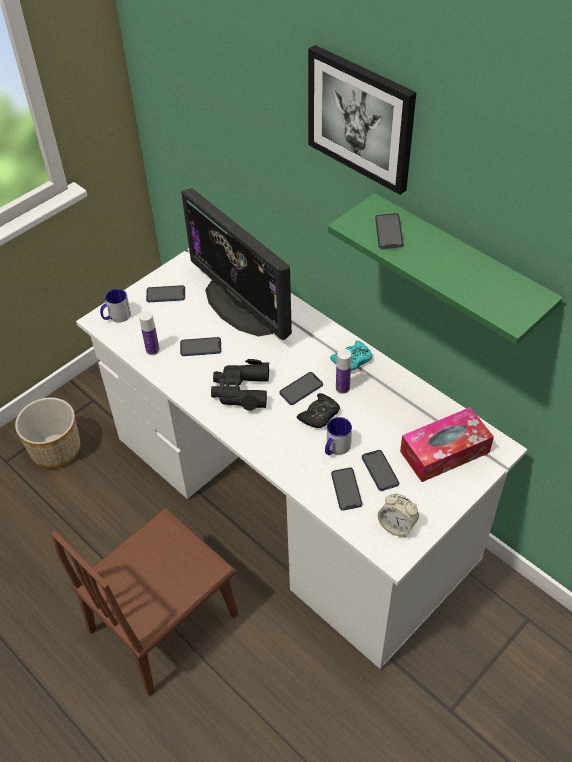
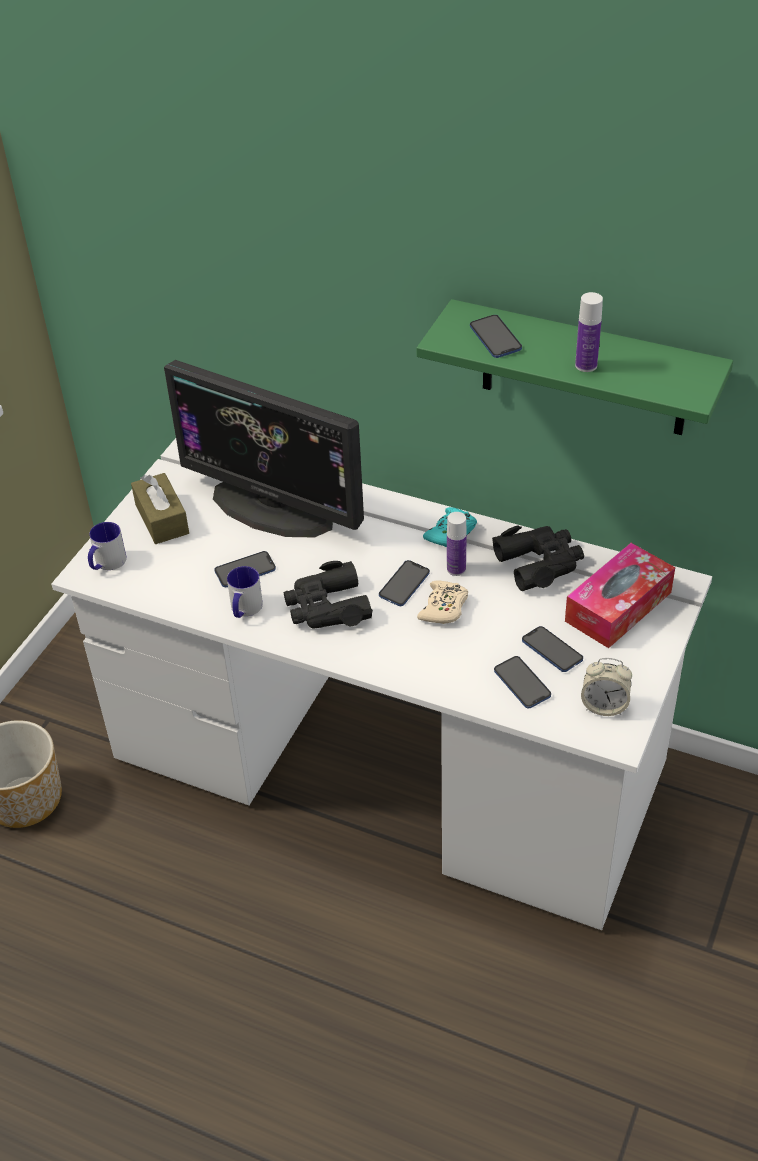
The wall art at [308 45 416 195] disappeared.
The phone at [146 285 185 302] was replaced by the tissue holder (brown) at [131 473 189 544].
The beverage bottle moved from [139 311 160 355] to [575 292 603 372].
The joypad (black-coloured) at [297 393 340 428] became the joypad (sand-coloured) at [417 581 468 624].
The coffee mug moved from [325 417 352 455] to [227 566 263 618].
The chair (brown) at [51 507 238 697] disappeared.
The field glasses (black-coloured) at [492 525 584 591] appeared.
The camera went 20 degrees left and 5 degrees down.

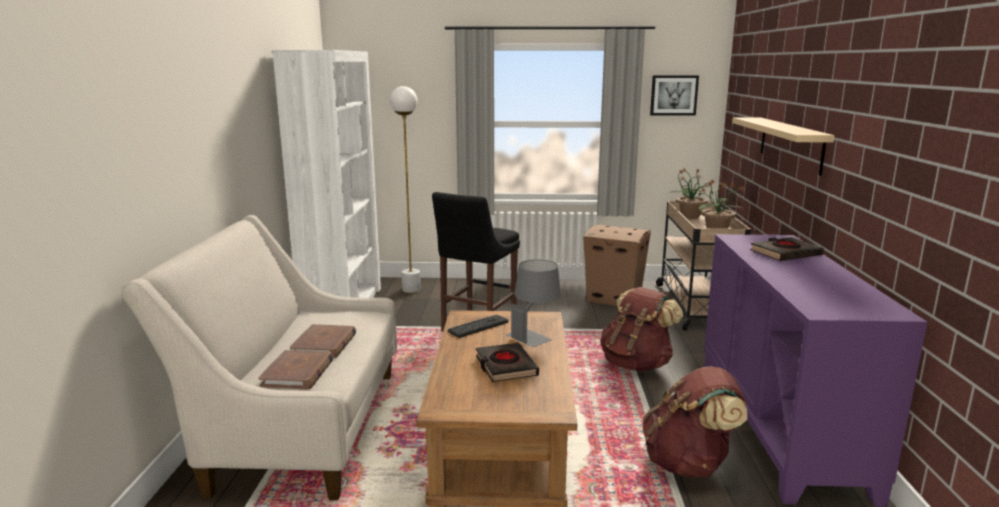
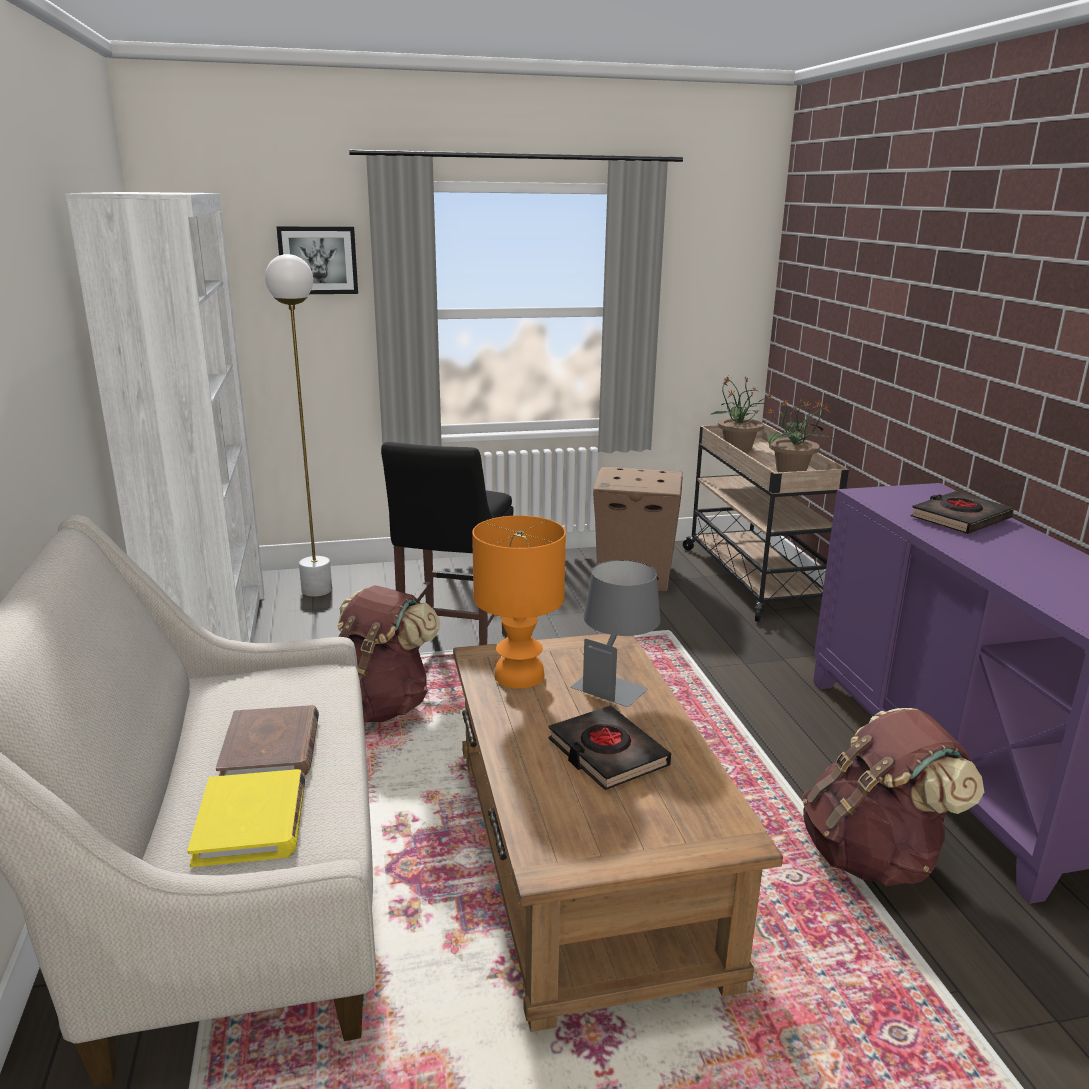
The wall art moved from [650 75 699 116] to [277 226 358 294].
The shelf (sand-coloured) at [732 117 835 176] disappeared.
The backpack (brown) moved from [600 287 683 372] to [338 585 440 723].
The computer keyboard at [448 315 508 338] was replaced by the table lamp (orange-coloured) at [472 515 566 688].
The volume (brown) at [258 350 333 389] became the volume (yellow-coloured) at [188 769 305 867].
The camera went 15 degrees left and 5 degrees up.

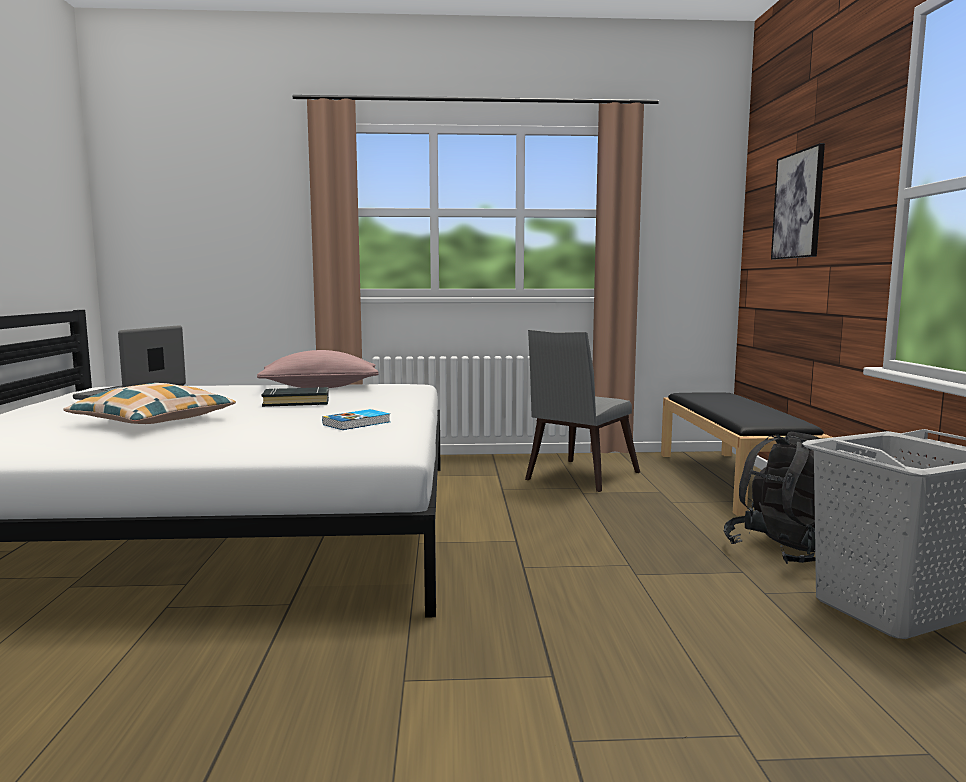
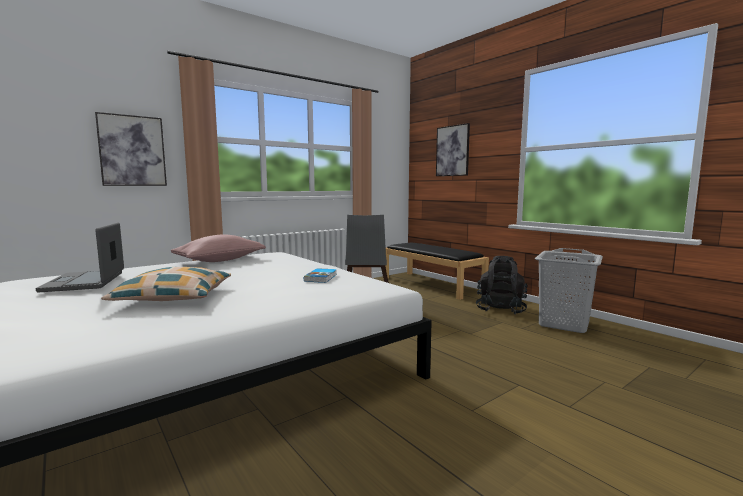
The volume (black-coloured) at [262 387 329 407] disappeared.
The wall art at [95 112 167 186] appeared.
The camera went 35 degrees left and 0 degrees up.

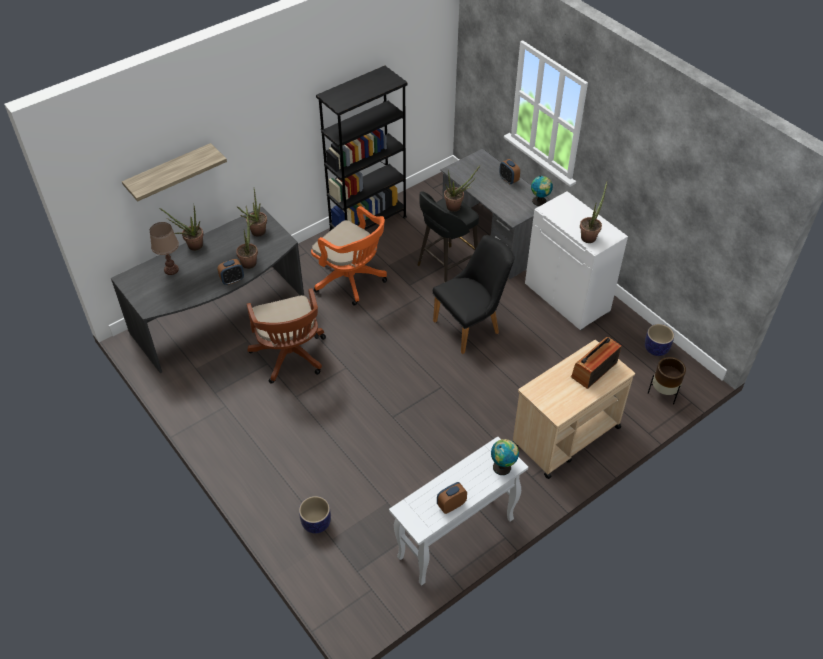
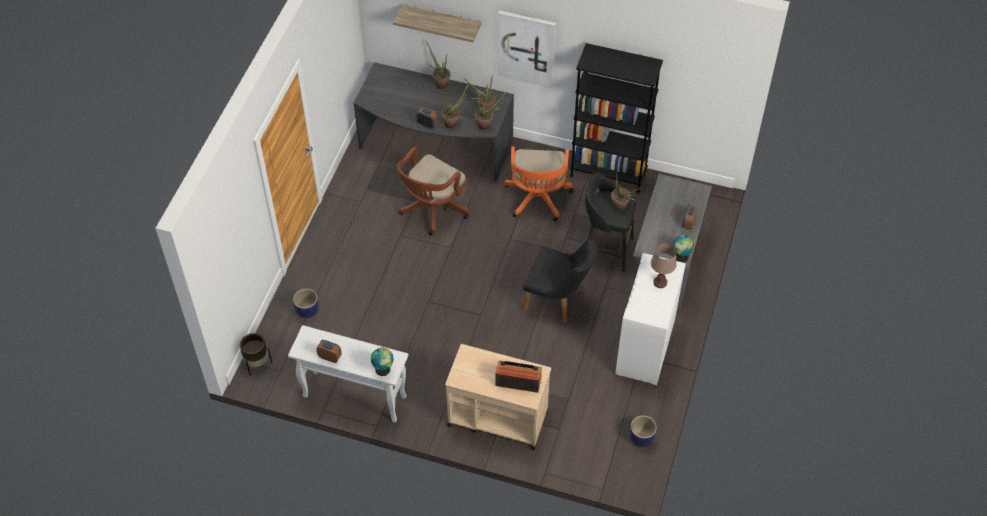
The houseplant moved from [580 181 607 243] to [475 91 507 130].
The table lamp (brown) moved from [150 222 179 275] to [651 243 677 288].
The planter (brown) moved from [648 357 686 405] to [240 333 272 375].
The wall art at [498 10 556 88] appeared.
The camera went 55 degrees right and 5 degrees up.

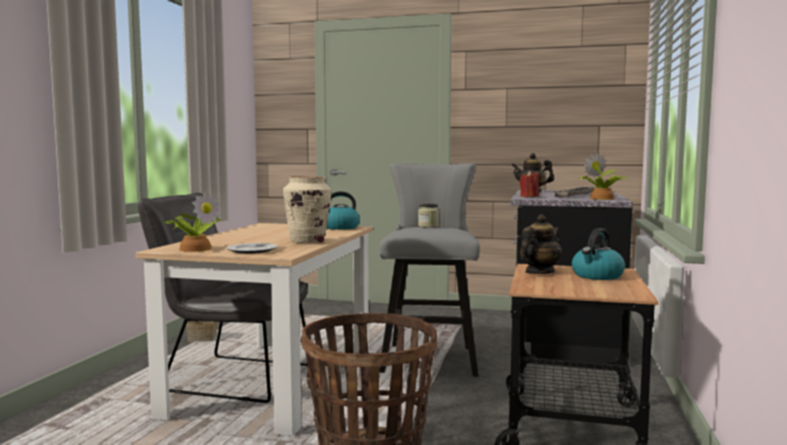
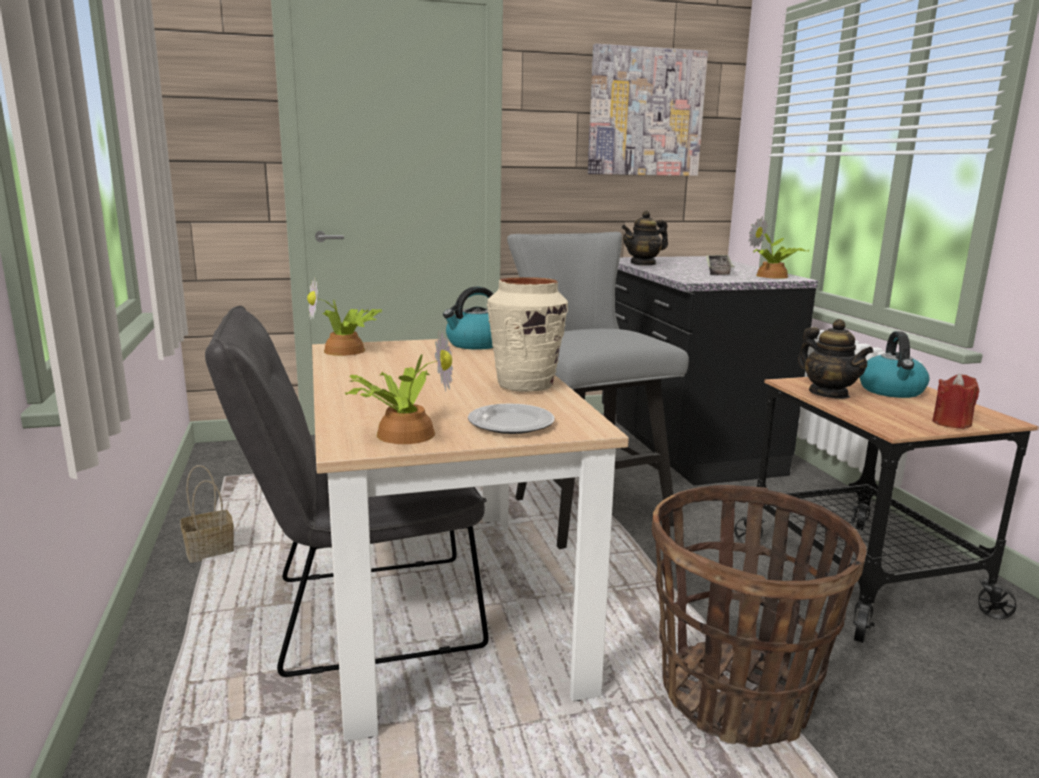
The wax candle (red) moved from [519 171 539 197] to [932 373 979 429].
The jar at [418 204 439 228] disappeared.
The tea pot at [520 214 562 274] turned 135 degrees clockwise.
The wall art at [588 44 708 176] appeared.
The houseplant at [307 277 382 356] appeared.
The camera went 30 degrees left and 10 degrees up.

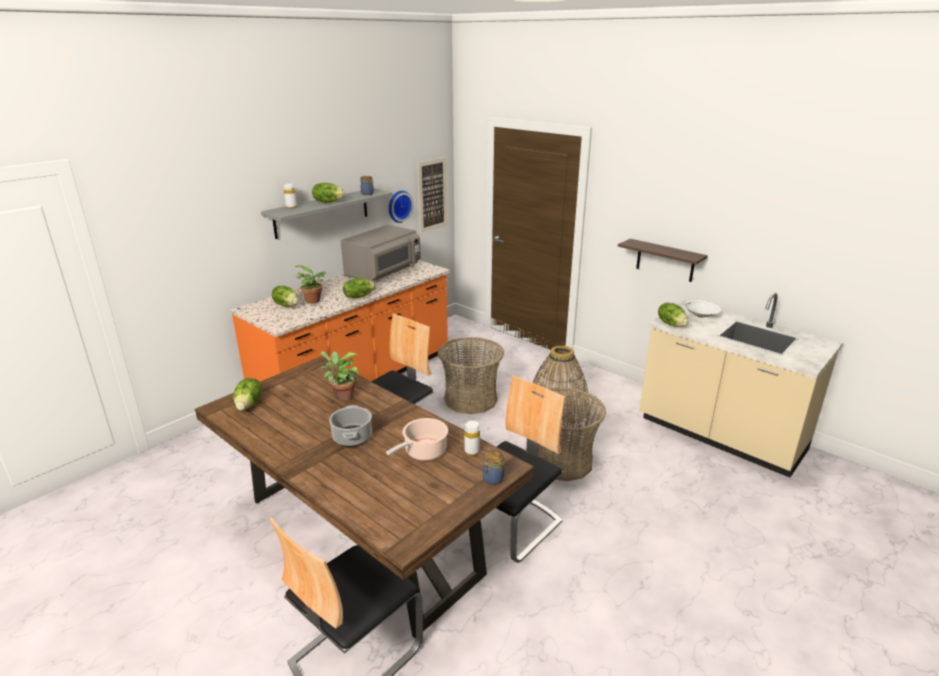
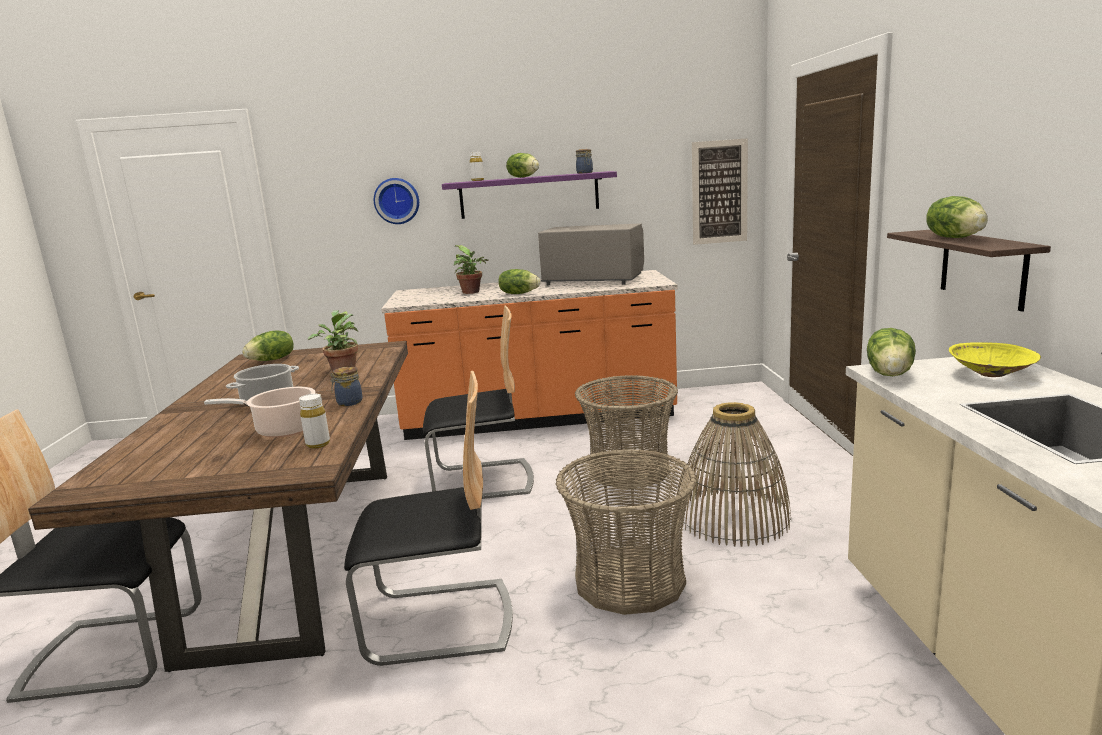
The shelf (greyish) at [261 188 393 239] became the shelf (purple) at [442 171 617 219].
The hanging clock moved from [389 191 414 223] to [374 178 419 224].
The microwave oven (greyish) at [341 225 421 282] turned 150 degrees counterclockwise.
The head of lettuce moved from [272 286 299 307] to [926 196 988 238].
The serving bowl (white) at [684 300 721 317] became the serving bowl (yellow-coloured) at [949 342 1041 377].
The jar moved from [483 450 504 485] to [330 367 362 406].
The camera went 45 degrees right and 10 degrees down.

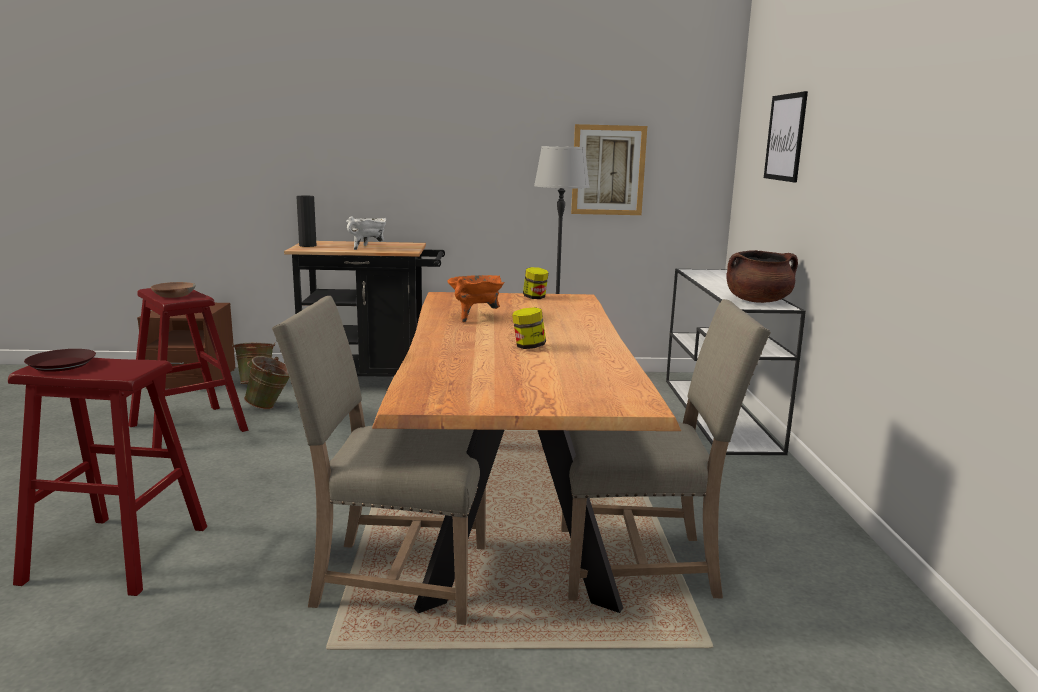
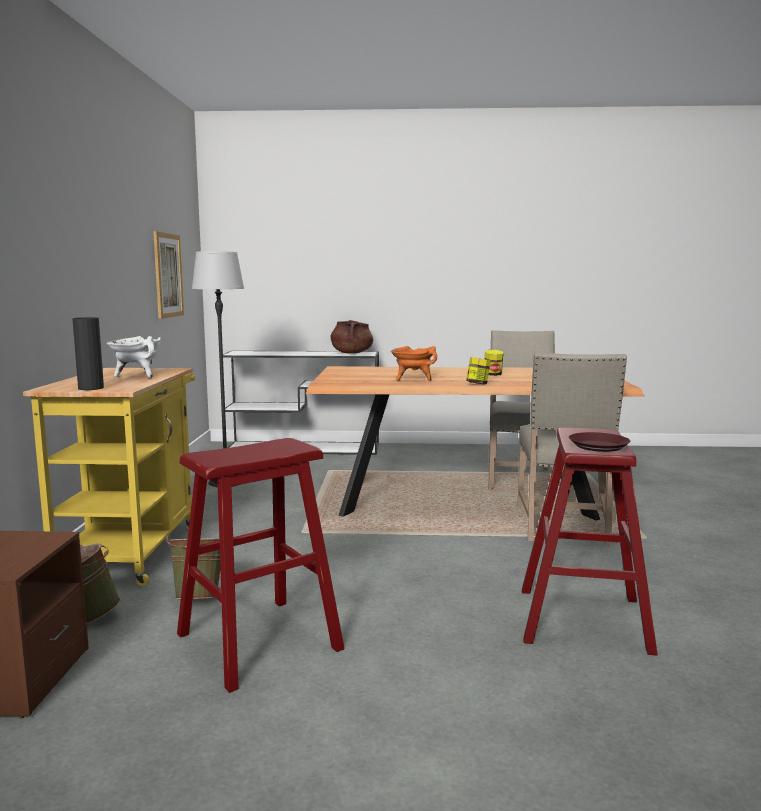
The wall art at [764 91 808 183] disappeared.
The trolley (black-coloured) at [284 241 445 377] became the trolley (yellow-coloured) at [23 368 195 586].
The jar moved from [523 267 548 299] to [466 357 491 384].
The serving bowl (brown) at [151 282 196 298] disappeared.
The camera went 85 degrees left and 5 degrees down.

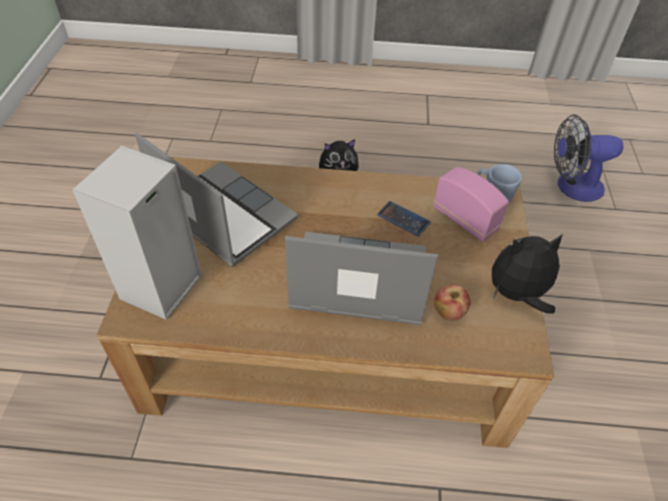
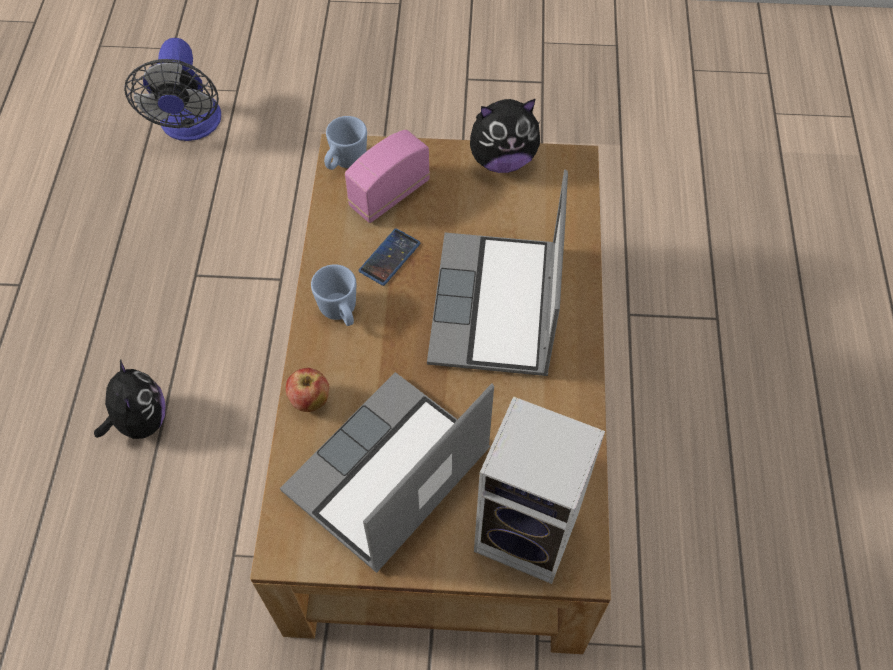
The plush toy at [492 234 563 314] turned 90 degrees counterclockwise.
The apple moved from [434 284 471 321] to [286 368 329 412].
The coffee mug (blue) at [311 264 356 326] appeared.
The camera went 90 degrees left and 10 degrees up.

